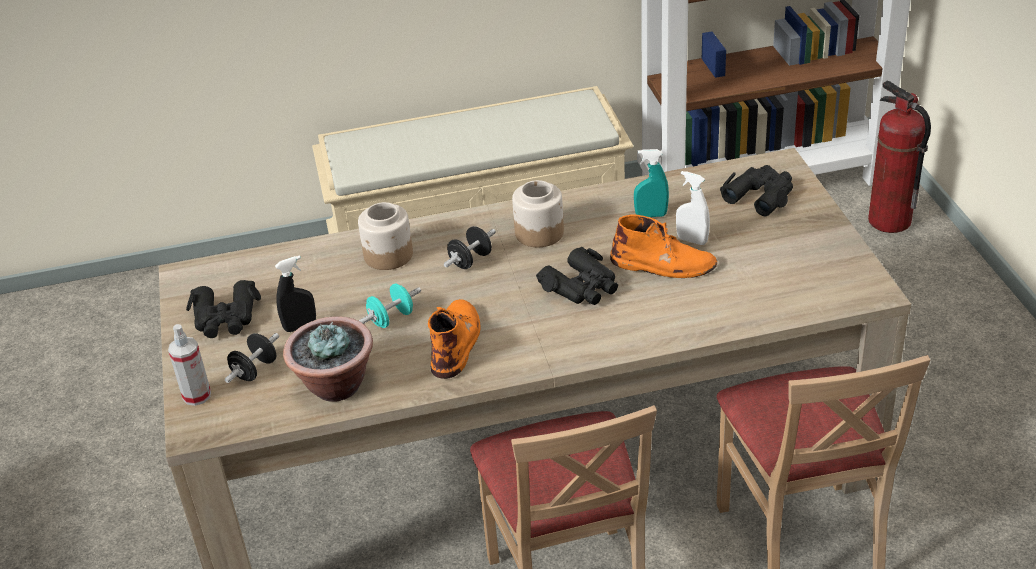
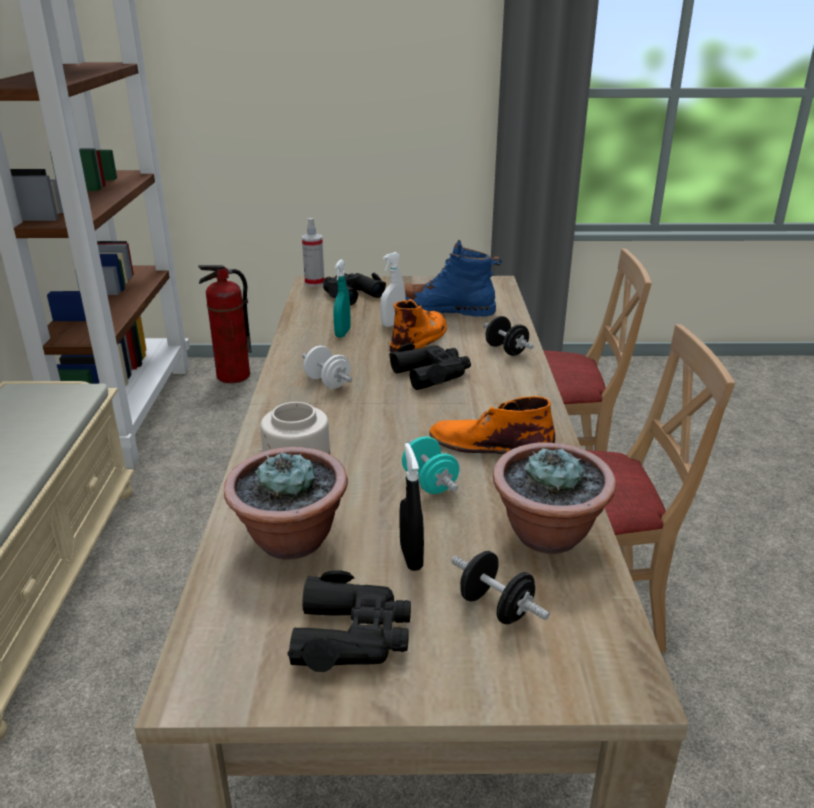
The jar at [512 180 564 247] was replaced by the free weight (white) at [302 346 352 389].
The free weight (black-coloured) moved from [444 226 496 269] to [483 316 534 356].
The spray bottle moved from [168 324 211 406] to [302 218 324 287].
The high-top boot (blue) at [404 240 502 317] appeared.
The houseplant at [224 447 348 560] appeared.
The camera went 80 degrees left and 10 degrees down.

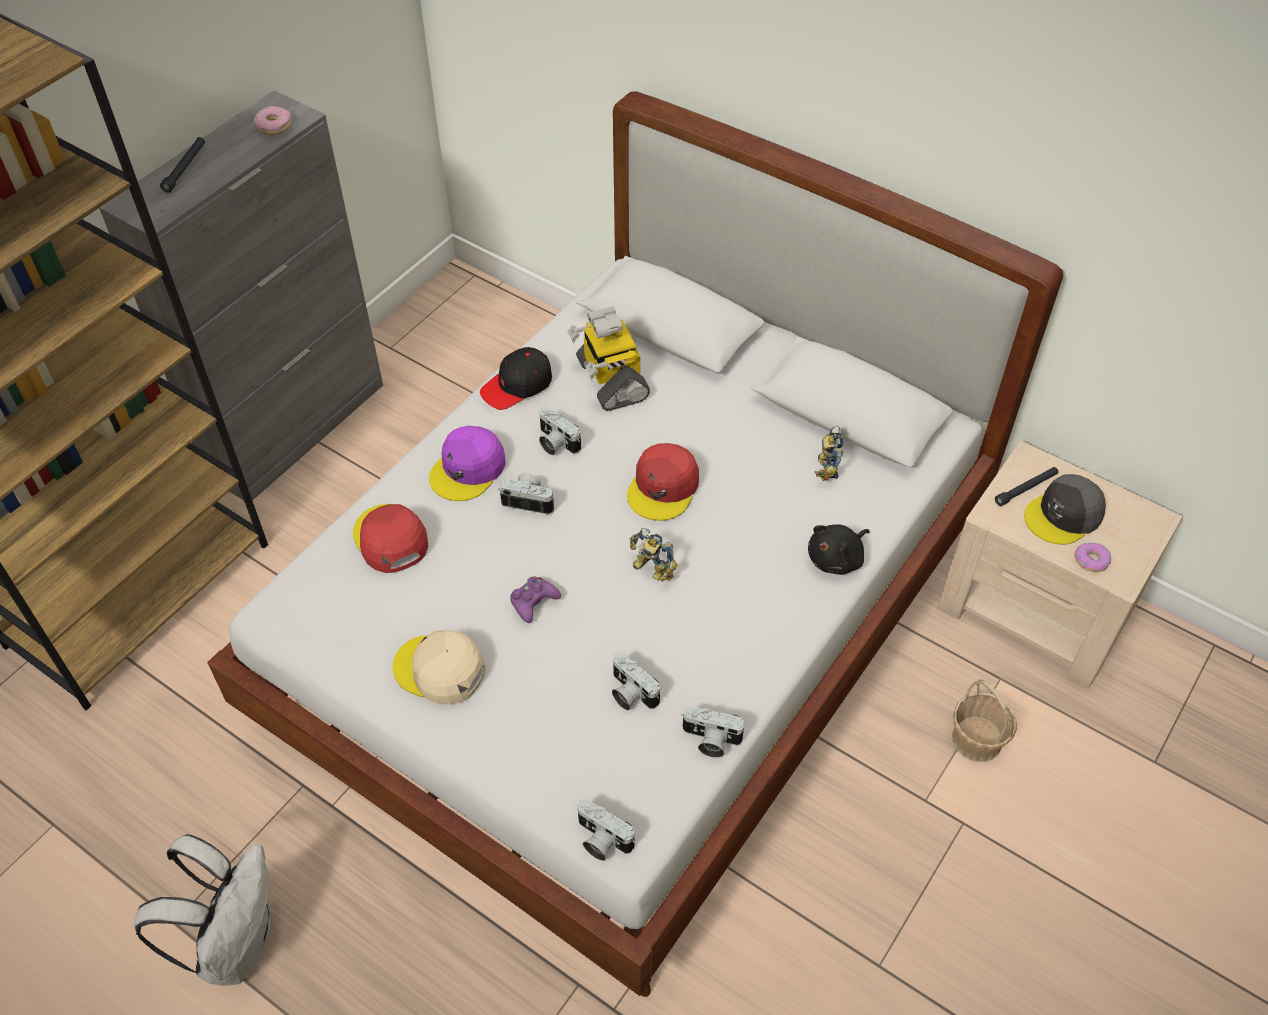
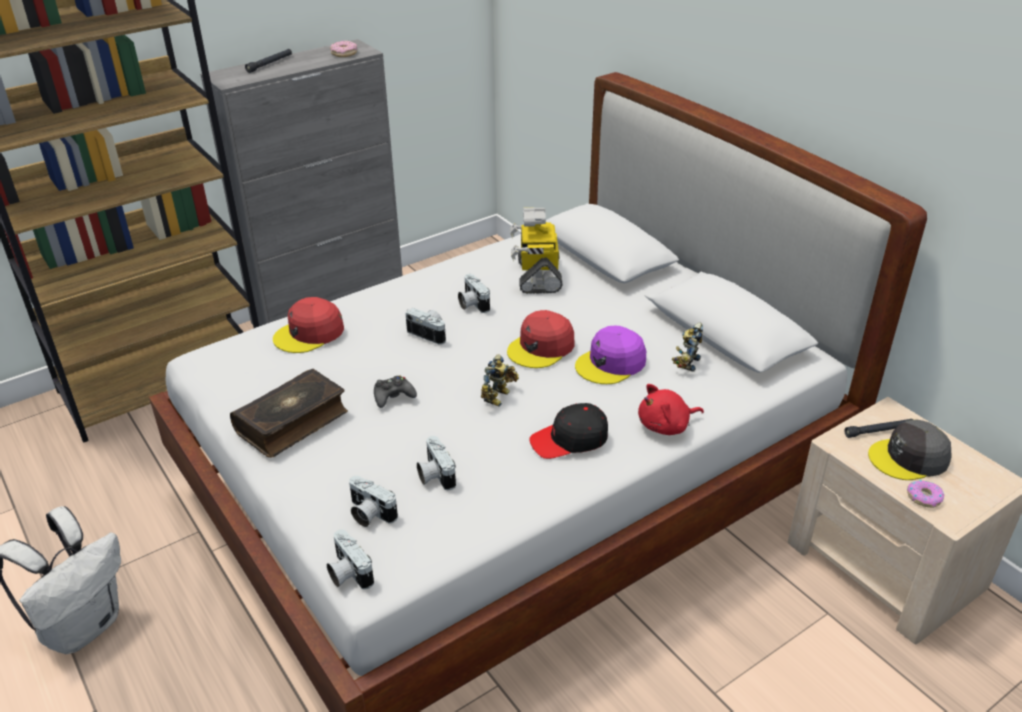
The cap (black-coloured) moved from [480 347 552 410] to [530 403 608 459].
The cap (purple) moved from [429 426 506 501] to [575 326 646 384].
The cap (red) at [353 504 428 573] turned 120 degrees counterclockwise.
The plush toy (black-coloured) at [808 524 870 575] became the plush toy (red) at [638 384 704 435].
The model robot at [630 528 677 582] turned 120 degrees counterclockwise.
The joypad (purple) at [510 576 561 623] became the joypad (black-coloured) at [374 375 417 408].
The cap (sand-coloured) at [393 630 485 705] was replaced by the volume at [230 369 348 458].
The basket at [952 679 1017 762] disappeared.
The photo camera moved from [681 706 746 758] to [349 476 398 527].
The camera went 20 degrees right and 15 degrees down.

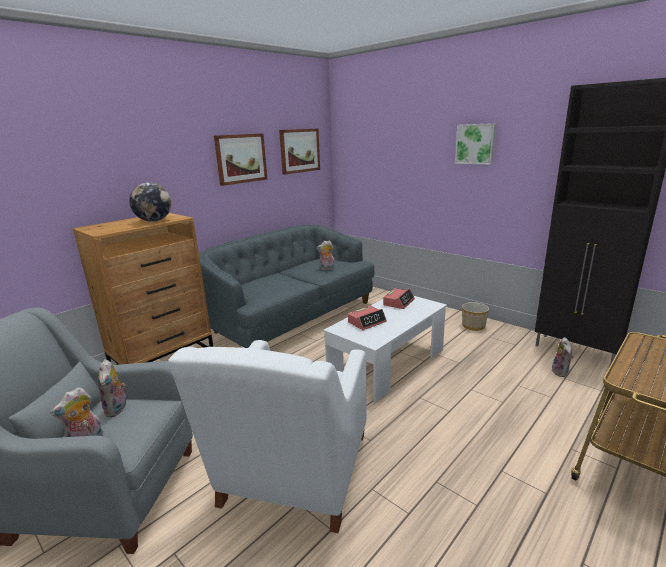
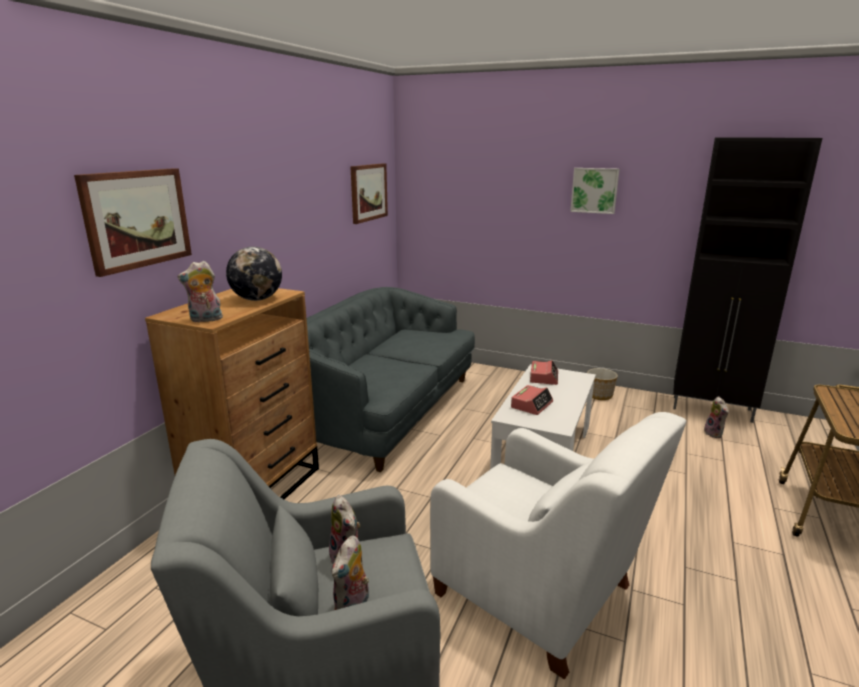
The wall art moved from [214 133 267 186] to [74 168 192 277].
The plush toy moved from [317 241 335 270] to [177 261 223 322].
The easy chair (white) at [168 340 367 533] turned 45 degrees counterclockwise.
The camera went 20 degrees left and 0 degrees up.

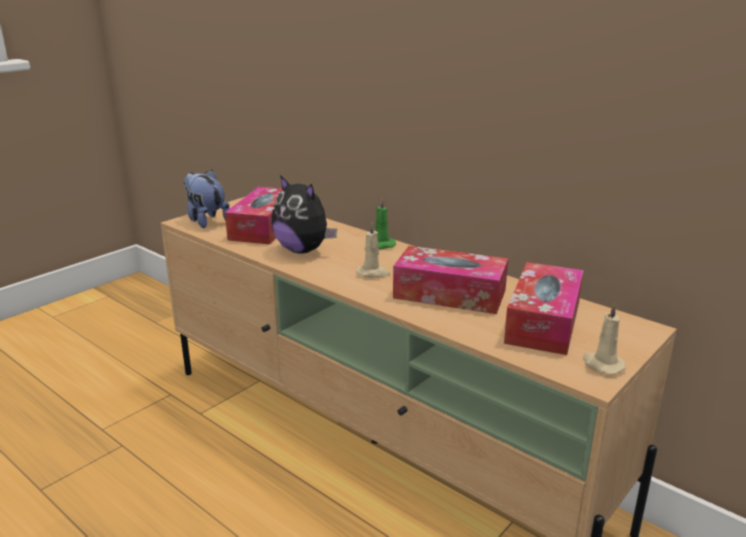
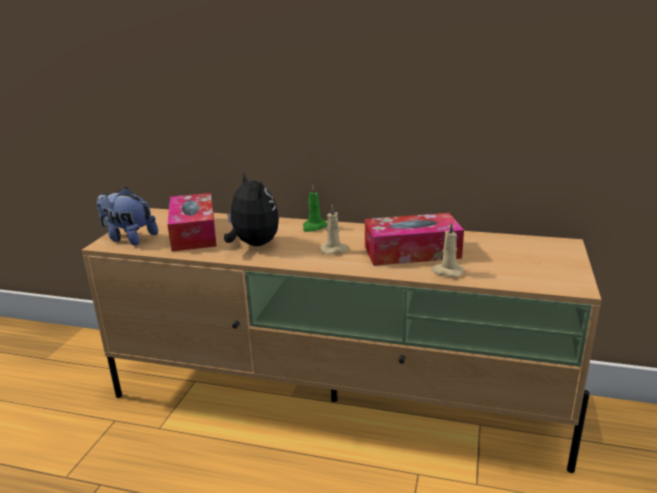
The plush toy at [272 175 337 254] turned 135 degrees counterclockwise.
The tissue holder at [504 262 584 355] disappeared.
The wax candle (sand-coloured) moved from [583 302 626 375] to [431 222 465 277].
The camera went 25 degrees left and 0 degrees up.

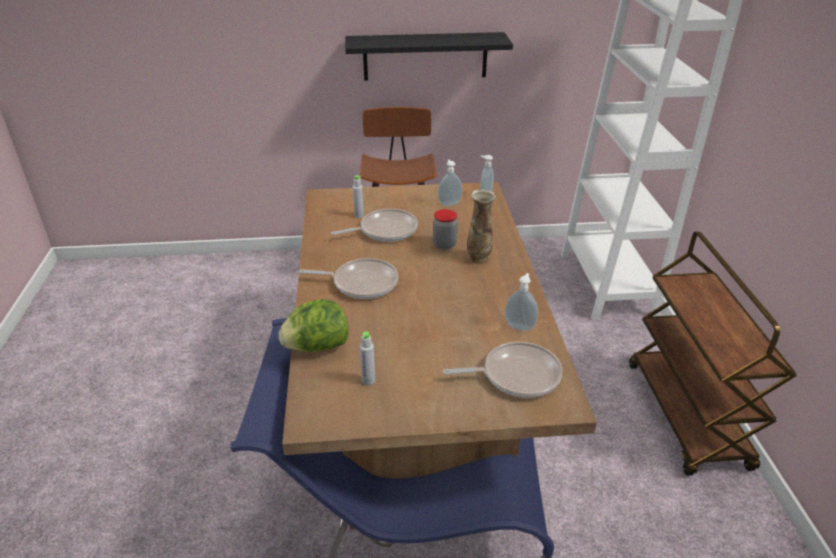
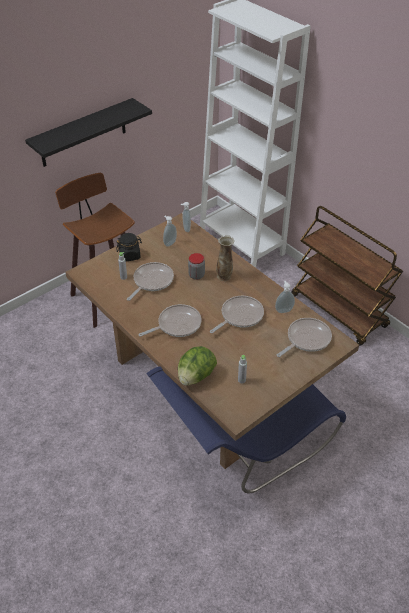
The jar (black-coloured) at [116 233 142 261] appeared.
The skillet at [210 296 264 333] appeared.
The camera went 35 degrees left and 10 degrees up.

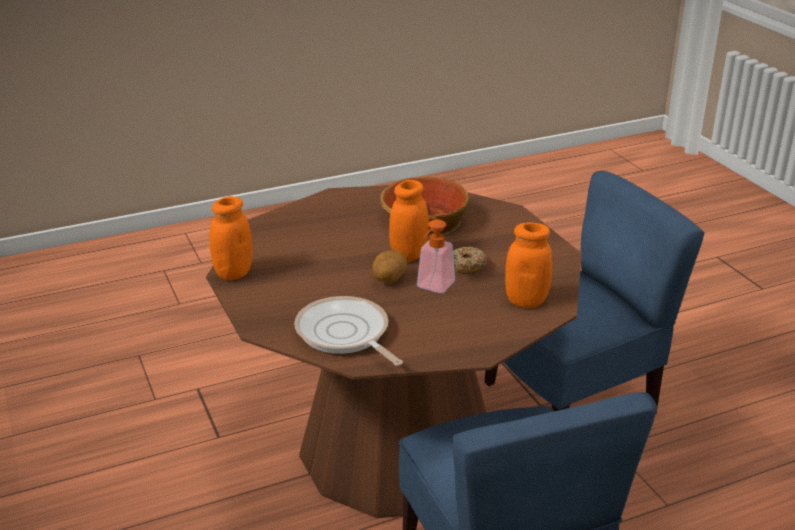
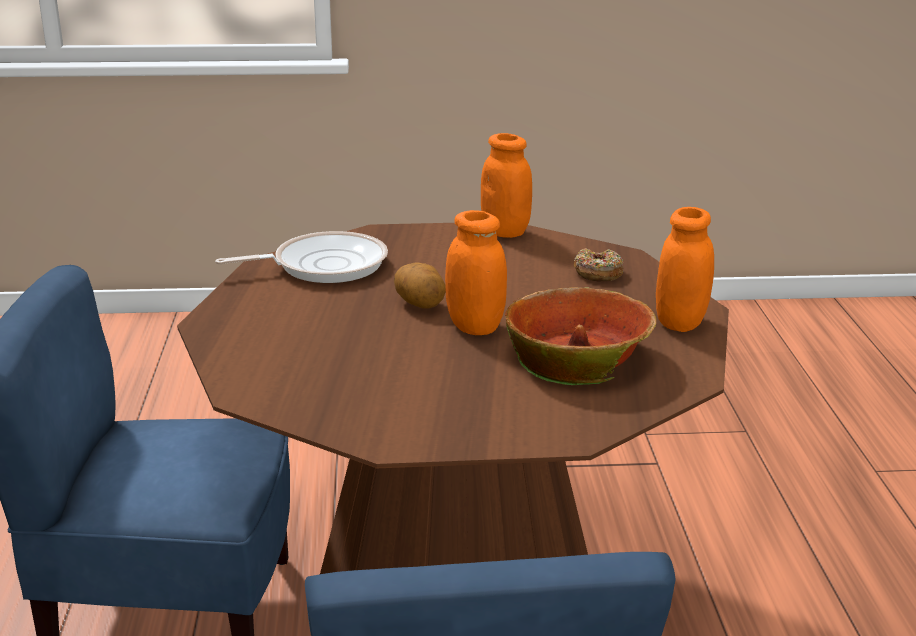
The soap dispenser at [417 219 455 293] disappeared.
The jar (orange-coloured) moved from [505 222 552 308] to [656 207 714 332].
The ring doughnut moved from [453 246 487 274] to [574 248 624 281].
The camera went 110 degrees right and 5 degrees down.

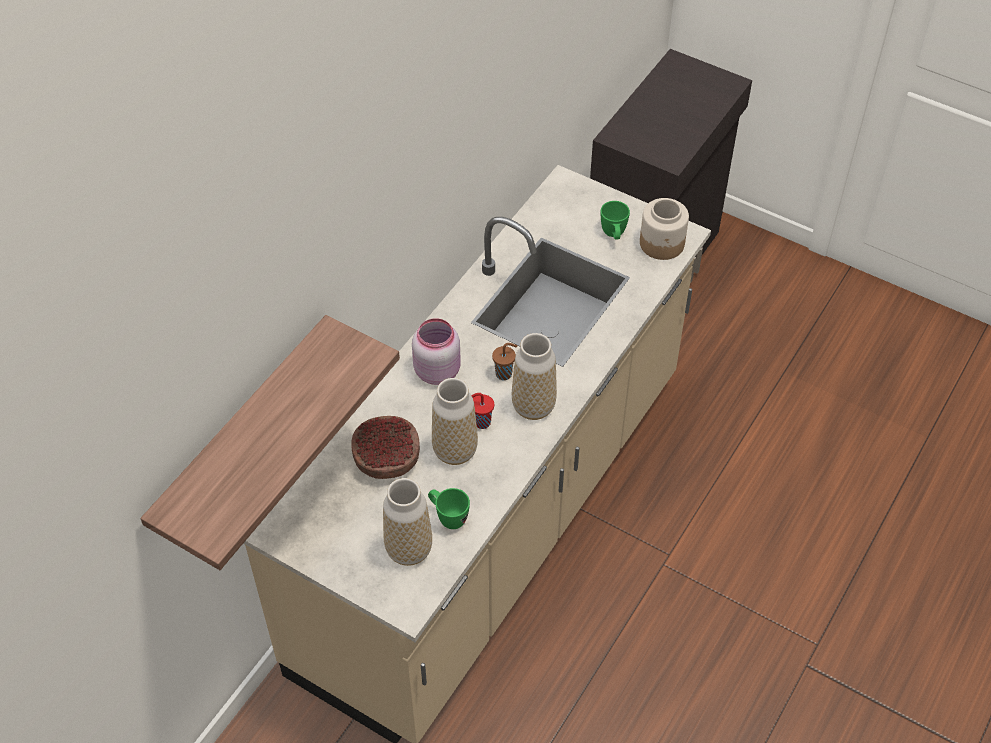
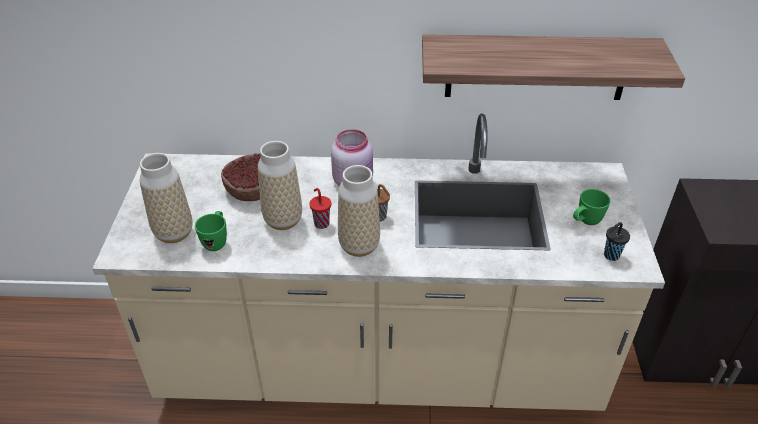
The jar at [640 198 689 260] was replaced by the small cup (black-coloured) at [604 222 630 261].
The shelf moved from [140 315 400 570] to [422 34 685 100].
The camera went 60 degrees right and 10 degrees down.

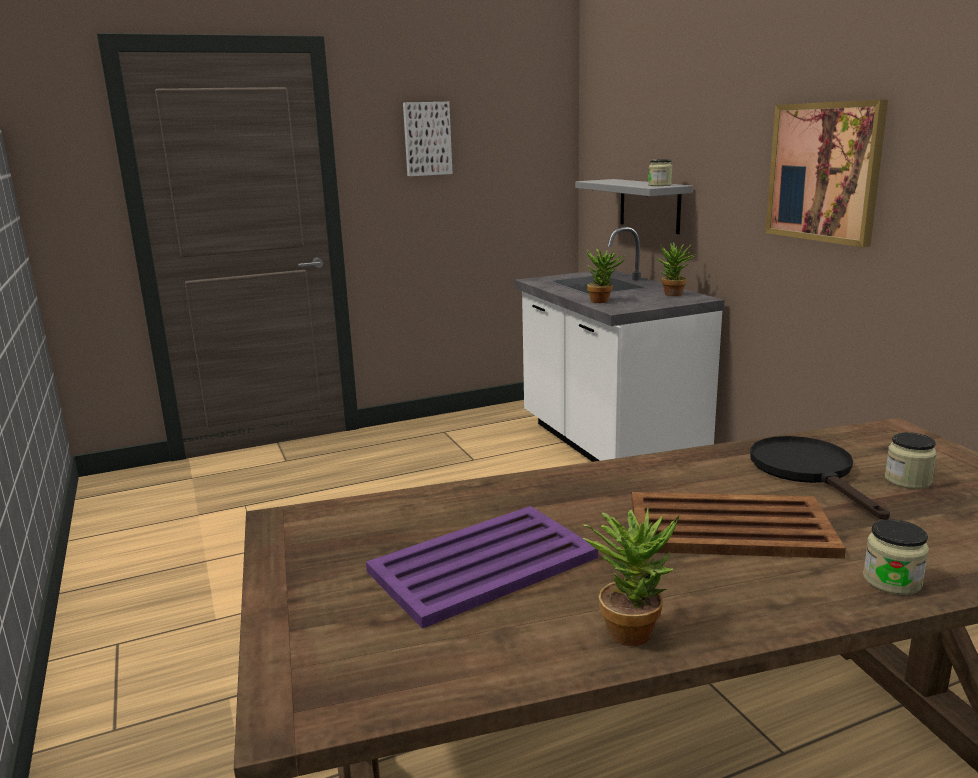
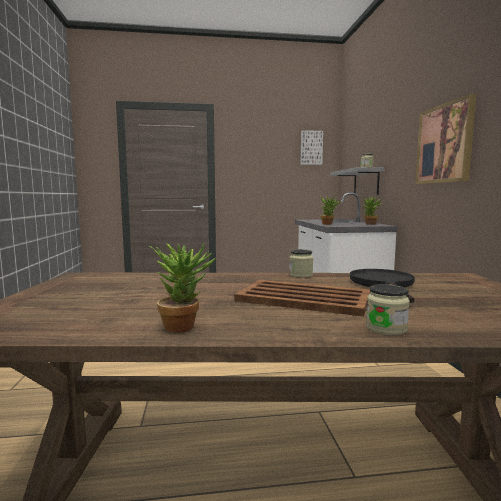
The wall art moved from [403 102 453 176] to [300 130 323 165].
The jar moved from [885 432 937 489] to [289 249 313 278].
The tray (purple) at [366 506 598 629] disappeared.
The camera went 15 degrees right and 10 degrees down.

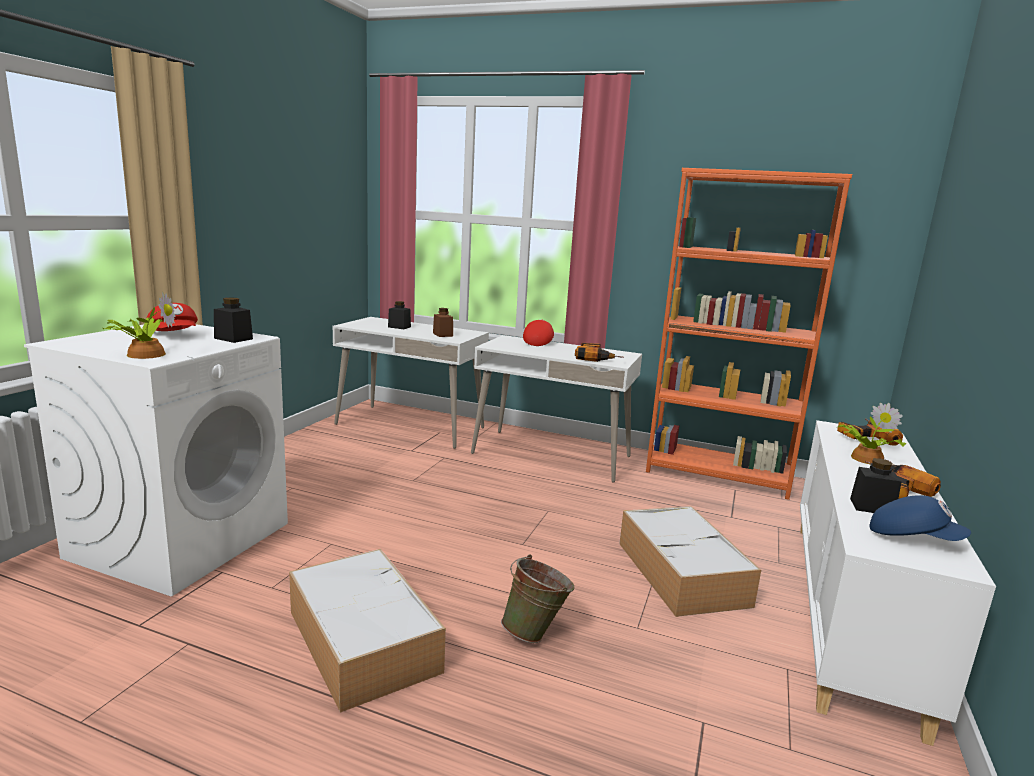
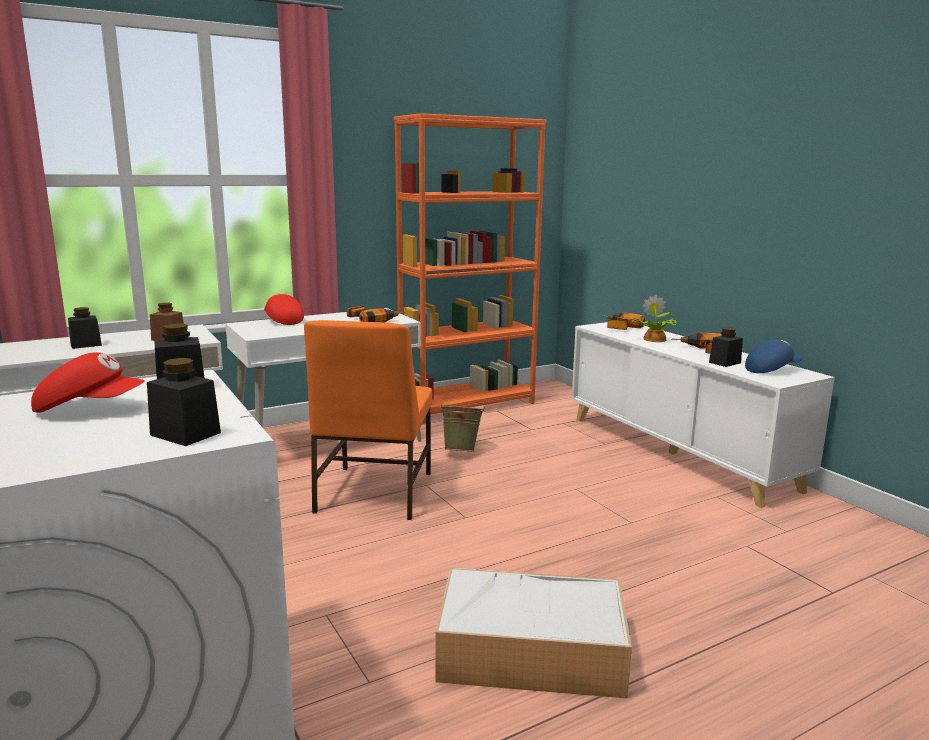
The houseplant at [103 292 176 359] was replaced by the jar (black-coloured) at [147 358 221 446].
The storage bin at [620 506 761 617] disappeared.
The bucket (green-coloured) moved from [501 554 574 643] to [440 404 485 452].
The chair (orange-coloured) at [304 320 433 520] appeared.
The camera went 50 degrees left and 0 degrees up.

